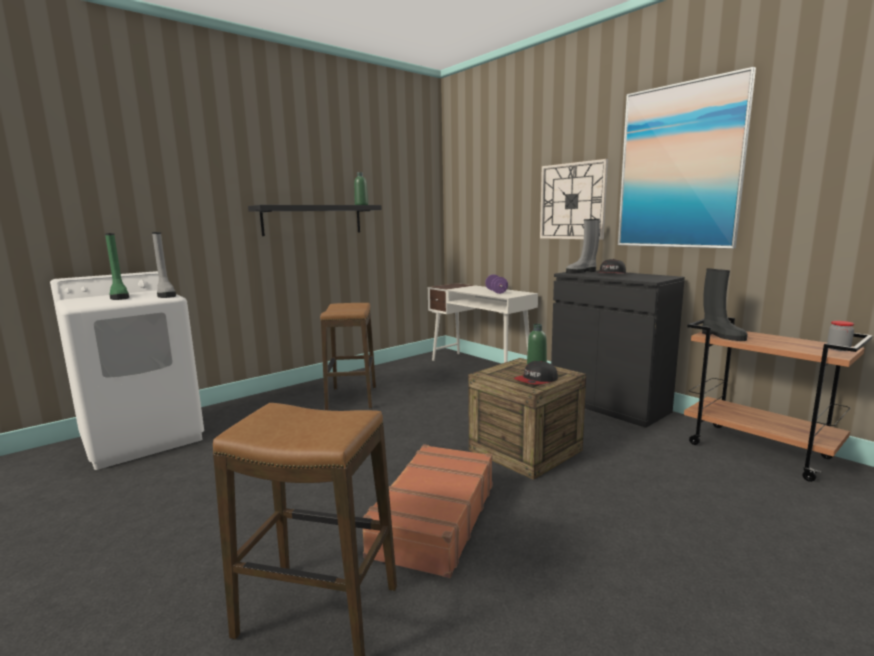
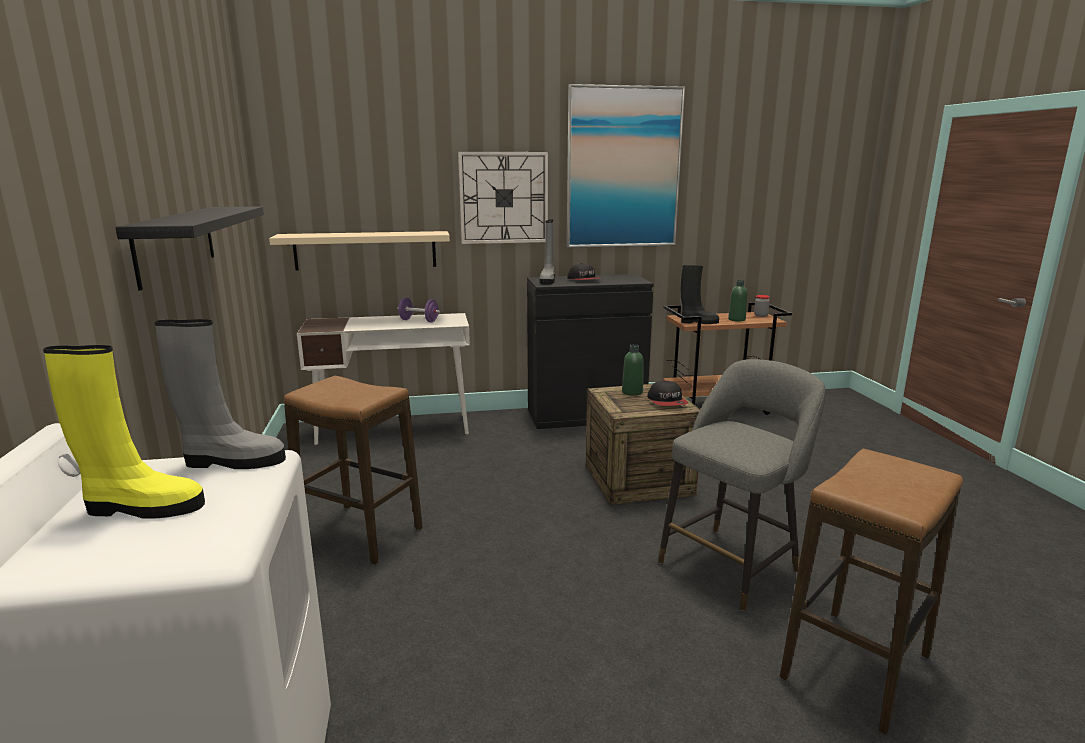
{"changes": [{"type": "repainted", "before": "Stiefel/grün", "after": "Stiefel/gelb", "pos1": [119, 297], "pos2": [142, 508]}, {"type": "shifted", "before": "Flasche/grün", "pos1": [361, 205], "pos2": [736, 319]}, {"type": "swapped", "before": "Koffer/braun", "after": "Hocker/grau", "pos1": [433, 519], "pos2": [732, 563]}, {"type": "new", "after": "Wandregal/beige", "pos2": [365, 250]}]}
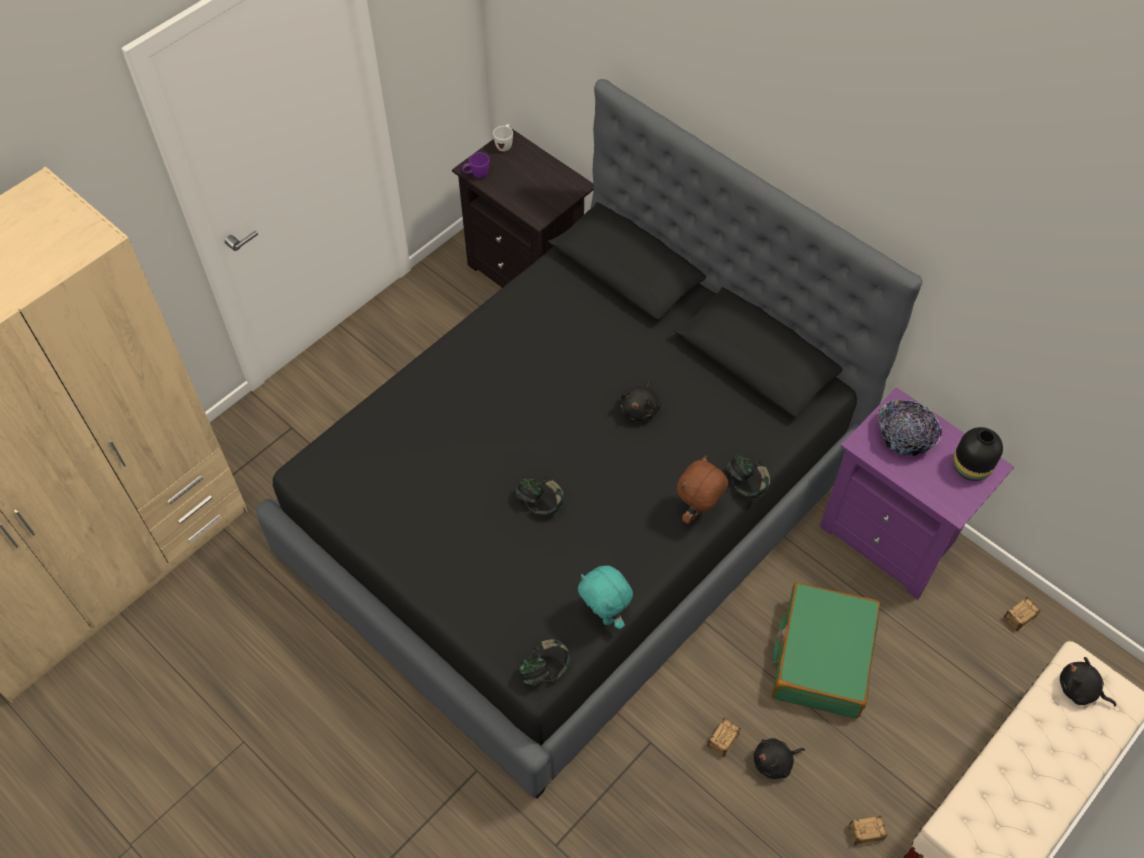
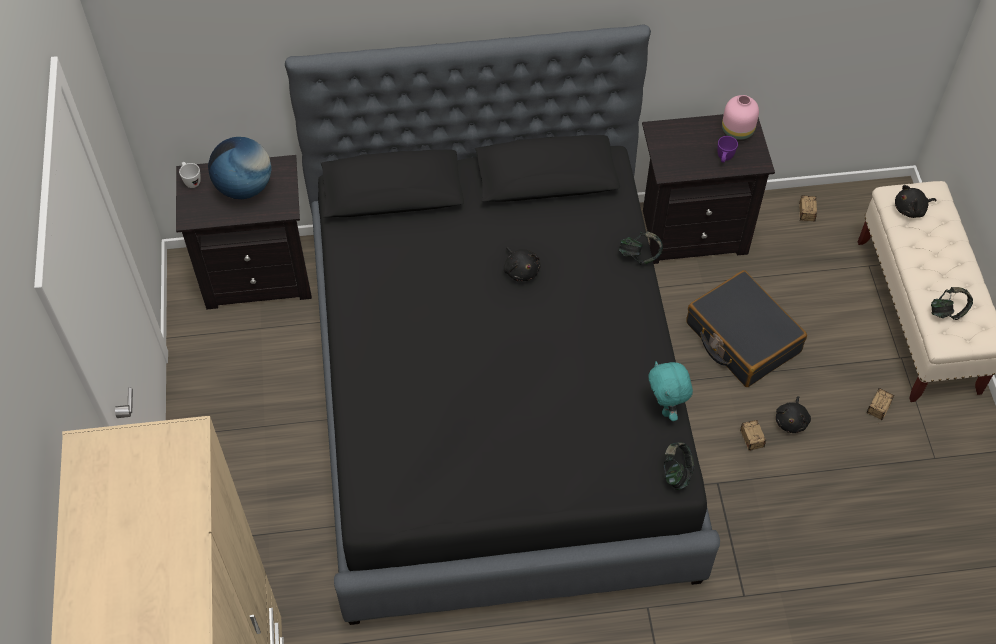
{"changes": [{"type": "shifted", "before": "Henkelbecher/lila", "pos1": [476, 175], "pos2": [724, 159]}, {"type": "shifted", "before": "Kopfhörer", "pos1": [540, 503], "pos2": [947, 311]}, {"type": "rotated", "before": "Plüschtier/türkis", "pos1": [604, 615], "pos2": [665, 408], "turn": 75}, {"type": "gone", "before": "Plüschtier/braun", "pos1": [698, 512]}, {"type": "repainted", "before": "Koffer/grün", "after": "Koffer/schwarz", "pos1": [821, 657], "pos2": [742, 338]}, {"type": "repainted", "before": "Nachttisch/lila", "after": "Nachttisch/schwarz", "pos1": [892, 536], "pos2": [691, 231]}, {"type": "gone", "before": "Schüssel", "pos1": [904, 436]}, {"type": "repainted", "before": "Vase/schwarz", "after": "Vase/rosa", "pos1": [972, 467], "pos2": [737, 131]}, {"type": "new", "after": "Globus", "pos2": [244, 187]}]}
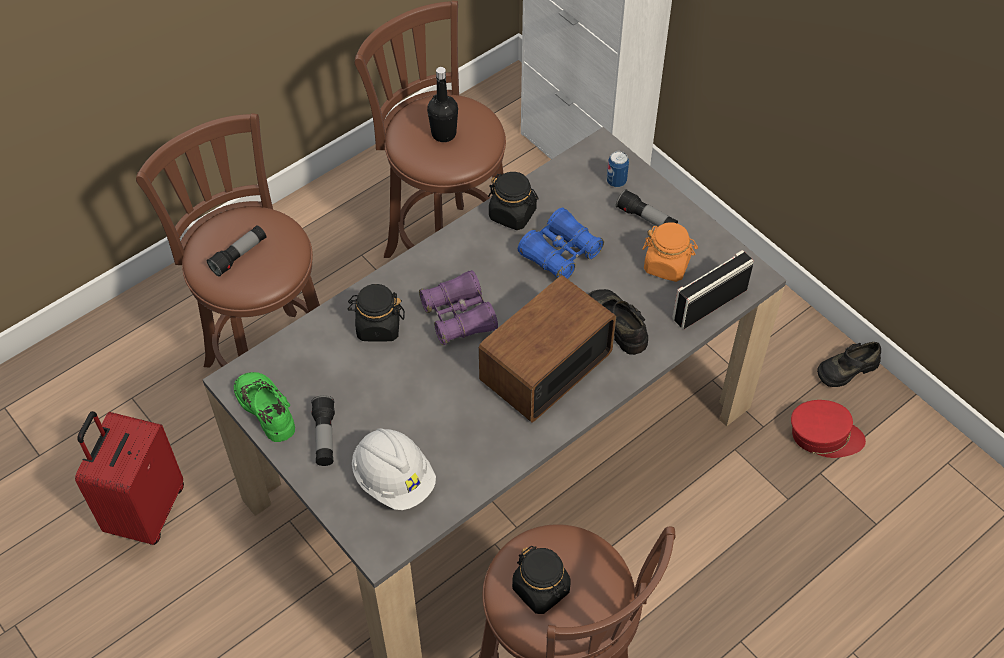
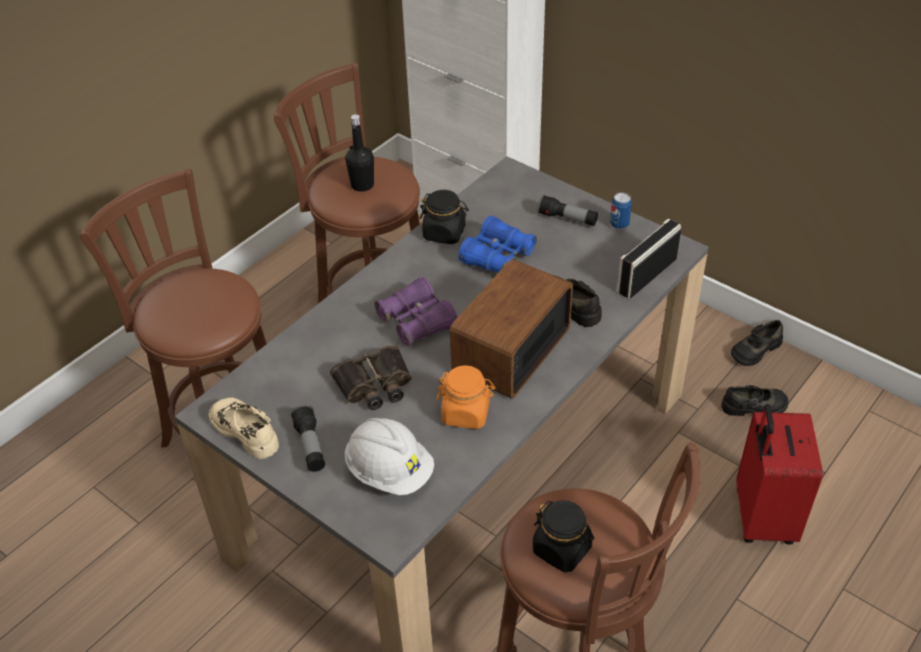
{"changes": [{"type": "shifted", "before": "Koffer/rot", "pos1": [145, 511], "pos2": [761, 517]}, {"type": "gone", "before": "Taschenlampe", "pos1": [239, 256]}, {"type": "repainted", "before": "Schuh/grün", "after": "Schuh/beige", "pos1": [267, 409], "pos2": [246, 431]}, {"type": "gone", "before": "Vorratsglas/schwarz", "pos1": [378, 326]}, {"type": "shifted", "before": "Dose", "pos1": [616, 181], "pos2": [619, 224]}, {"type": "shifted", "before": "Vorratsglas/orange", "pos1": [667, 265], "pos2": [466, 413]}, {"type": "swapped", "before": "Kappe/rot", "after": "Schuh/schwarz", "pos1": [824, 436], "pos2": [754, 407]}, {"type": "new", "after": "Fernglas", "pos2": [374, 385]}]}
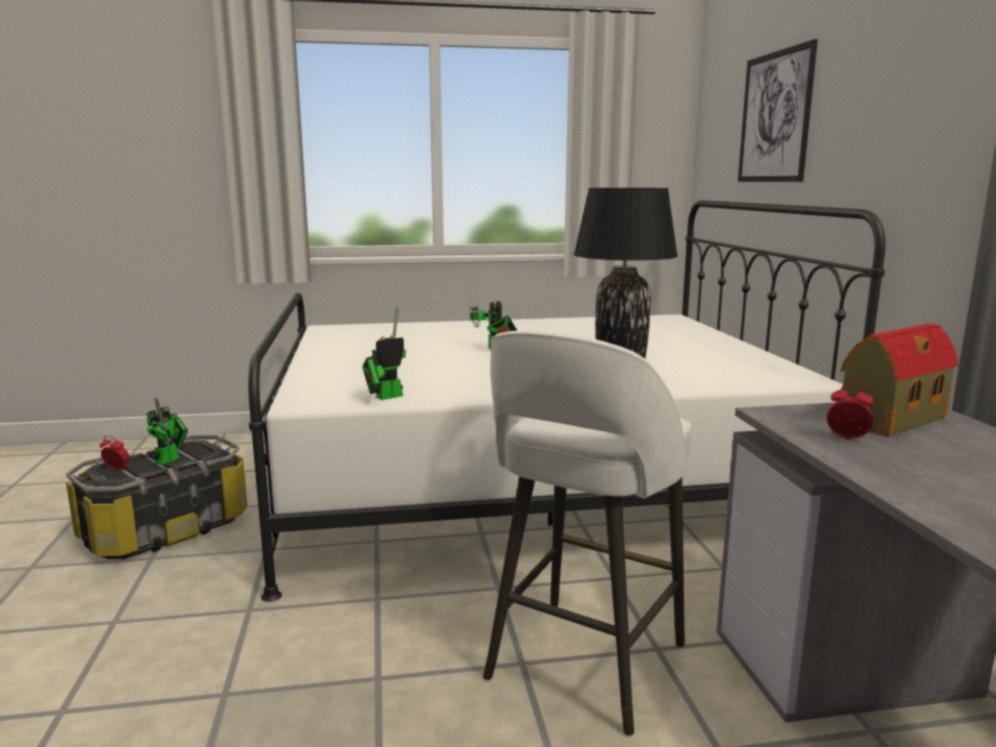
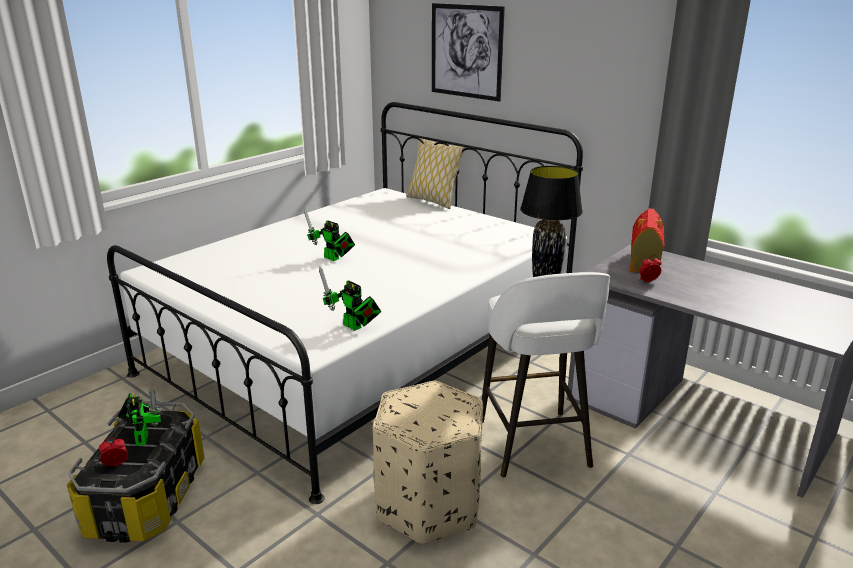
{"changes": [{"type": "rotated", "before": "Spielzeugroboter", "pos1": [385, 397], "pos2": [354, 327], "turn": -60}, {"type": "new", "after": "Polsterhocker/beige", "pos2": [429, 504]}, {"type": "new", "after": "Kissen", "pos2": [433, 201]}]}
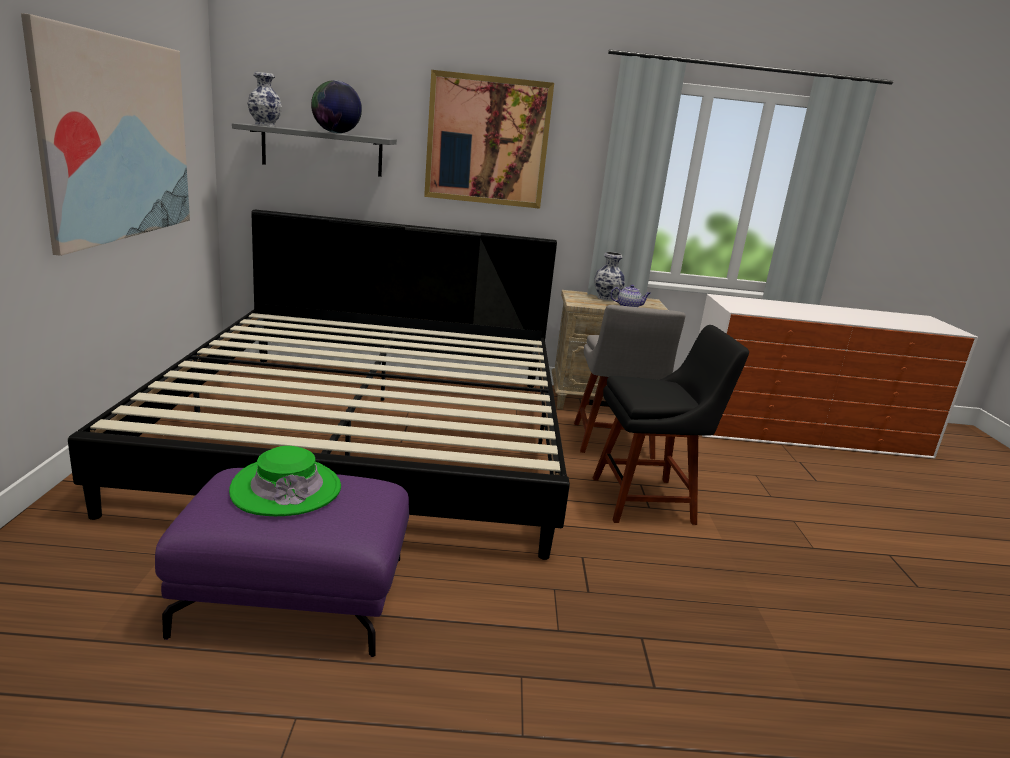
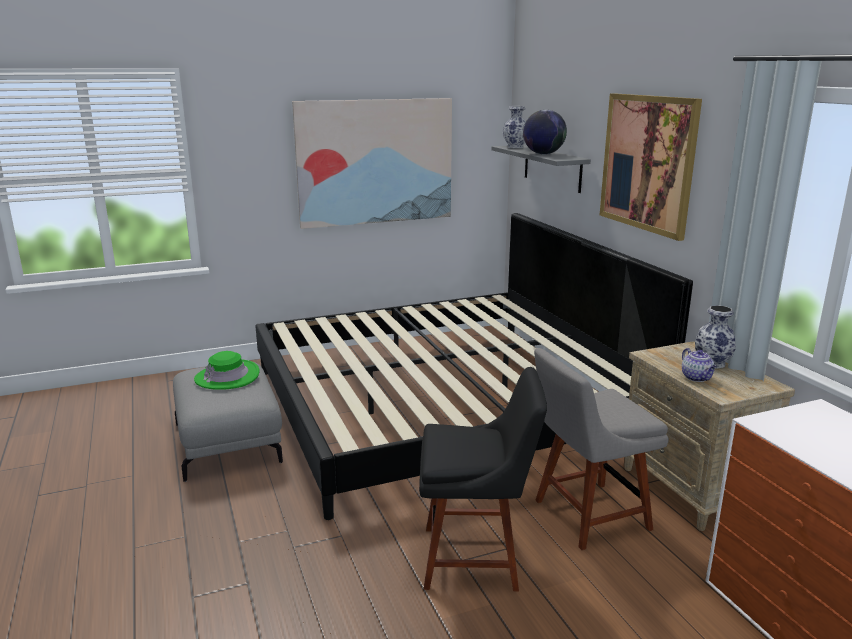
{"changes": [{"type": "repainted", "before": "Polsterhocker/lila", "after": "Polsterhocker/grau", "pos1": [296, 593], "pos2": [229, 443]}, {"type": "rotated", "before": "Stuhl/schwarz", "pos1": [648, 500], "pos2": [476, 558], "turn": -60}]}
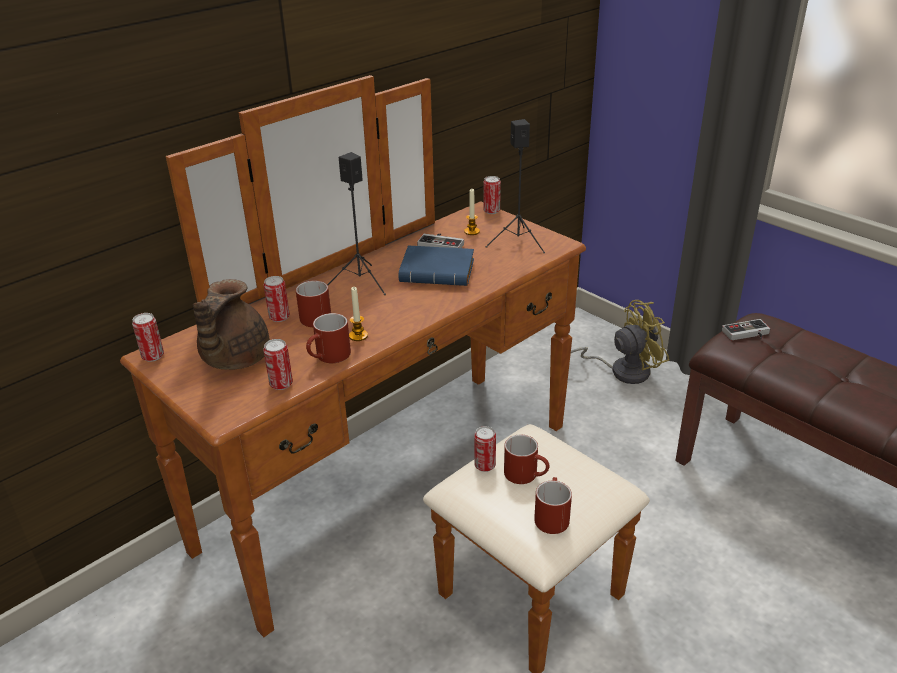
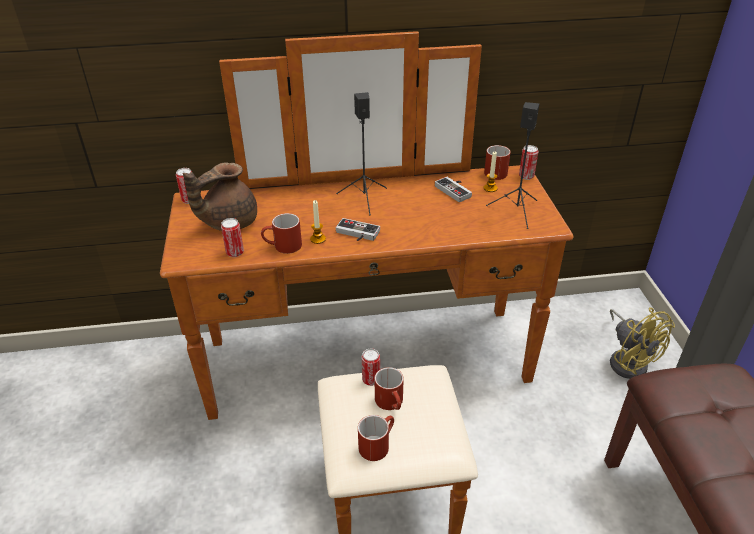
{"changes": [{"type": "gone", "before": "Dose", "pos1": [279, 317]}, {"type": "shifted", "before": "Henkelbecher/rot", "pos1": [315, 315], "pos2": [496, 171]}, {"type": "gone", "before": "Buch/blau", "pos1": [439, 272]}, {"type": "rotated", "before": "Ventilator/gelb", "pos1": [621, 371], "pos2": [628, 360], "turn": 45}, {"type": "shifted", "before": "Gamepad", "pos1": [747, 334], "pos2": [356, 234]}]}
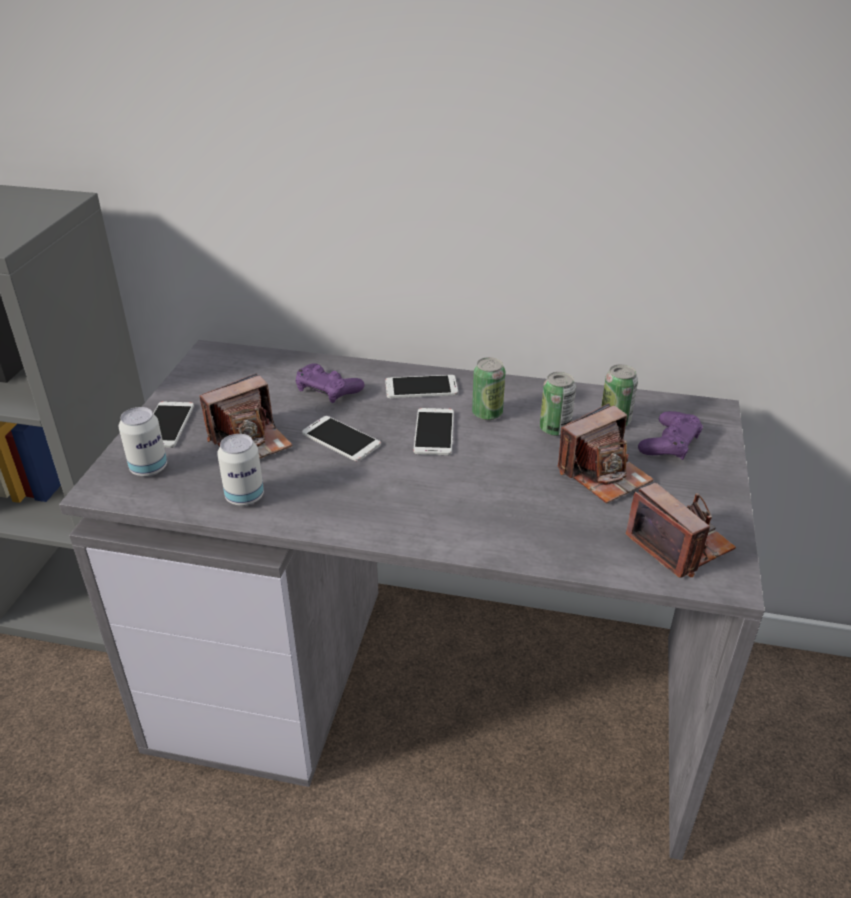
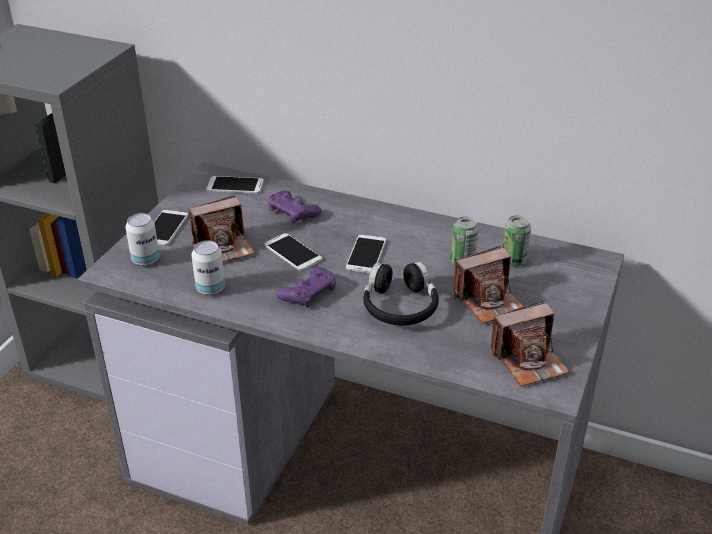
{"changes": [{"type": "shifted", "before": "Handy", "pos1": [421, 387], "pos2": [235, 185]}, {"type": "gone", "before": "Dose", "pos1": [487, 413]}, {"type": "rotated", "before": "Kamera", "pos1": [679, 544], "pos2": [529, 361], "turn": 90}, {"type": "shifted", "before": "Gamepad/lila", "pos1": [670, 443], "pos2": [308, 293]}, {"type": "new", "after": "Kopfhörer/schwarz", "pos2": [399, 306]}]}
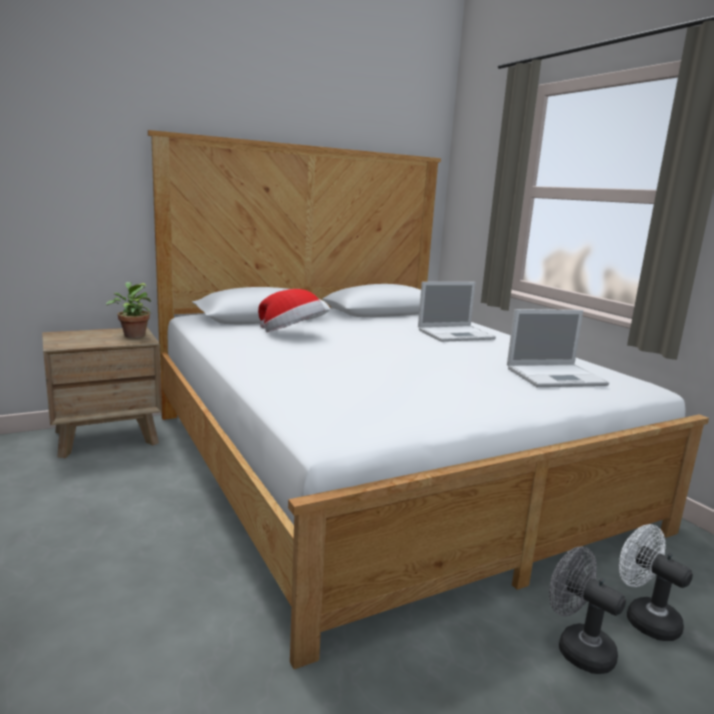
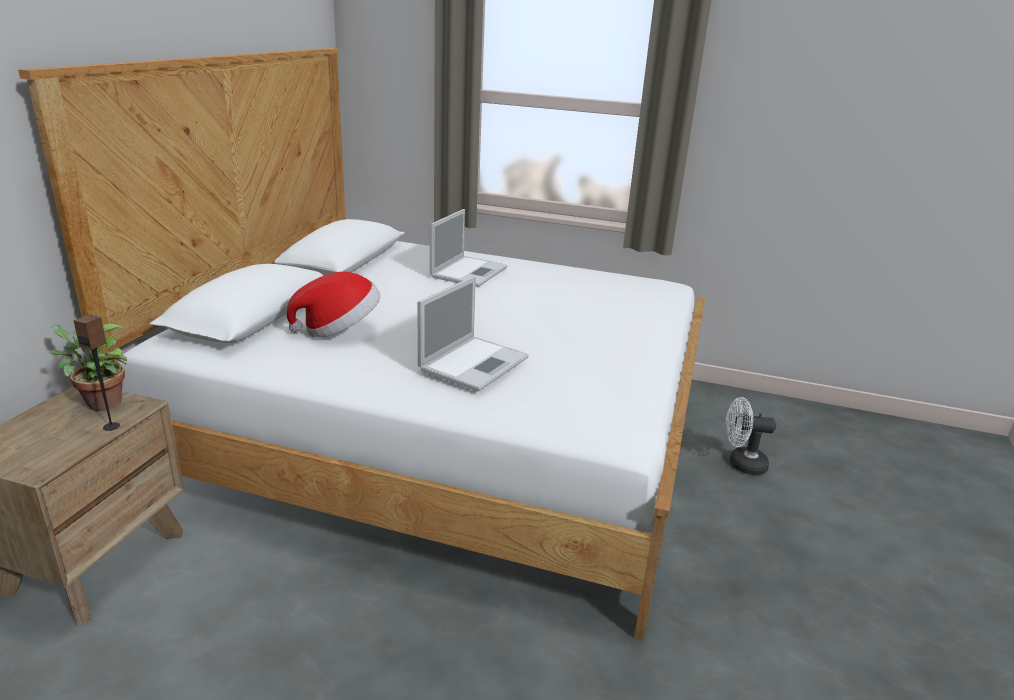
{"changes": [{"type": "shifted", "before": "Laptop", "pos1": [557, 376], "pos2": [475, 363]}, {"type": "gone", "before": "Ventilator/grau", "pos1": [577, 648]}, {"type": "new", "after": "Lautsprecher", "pos2": [112, 426]}]}
